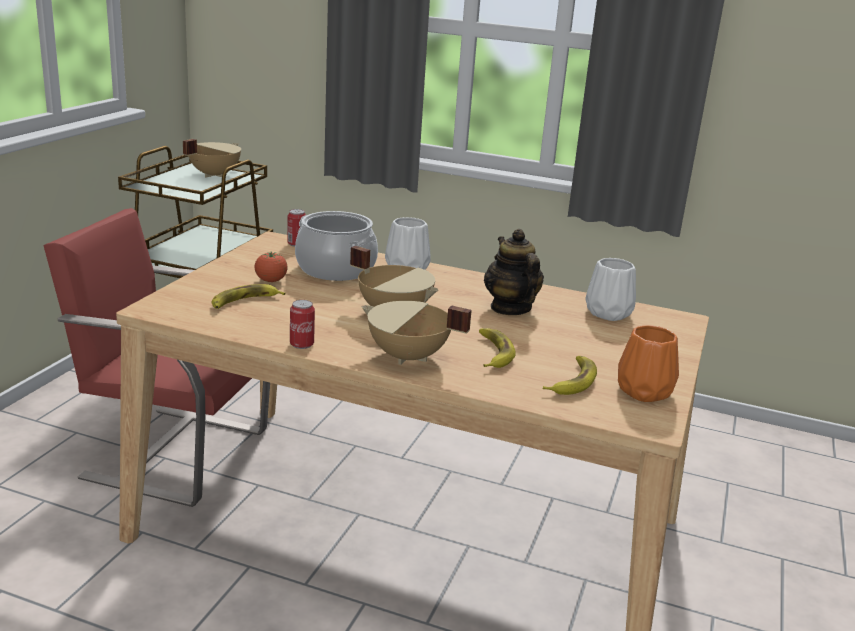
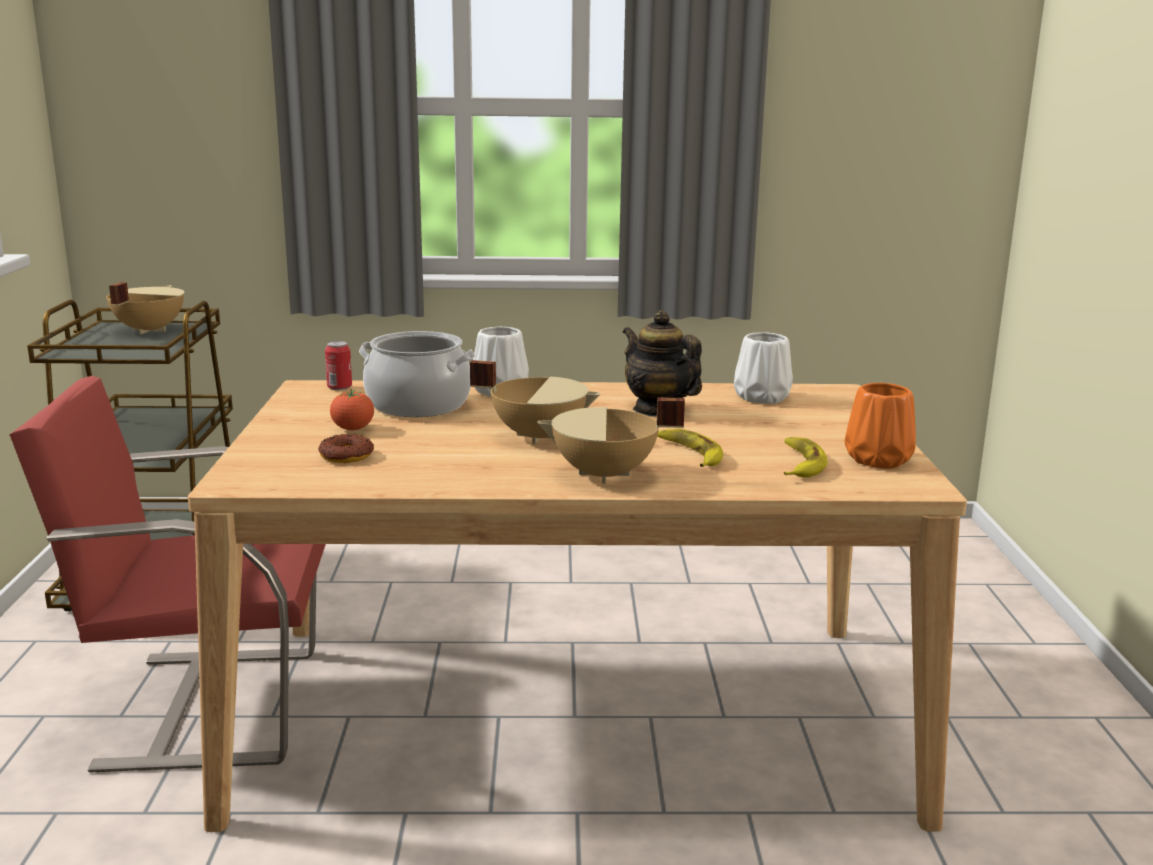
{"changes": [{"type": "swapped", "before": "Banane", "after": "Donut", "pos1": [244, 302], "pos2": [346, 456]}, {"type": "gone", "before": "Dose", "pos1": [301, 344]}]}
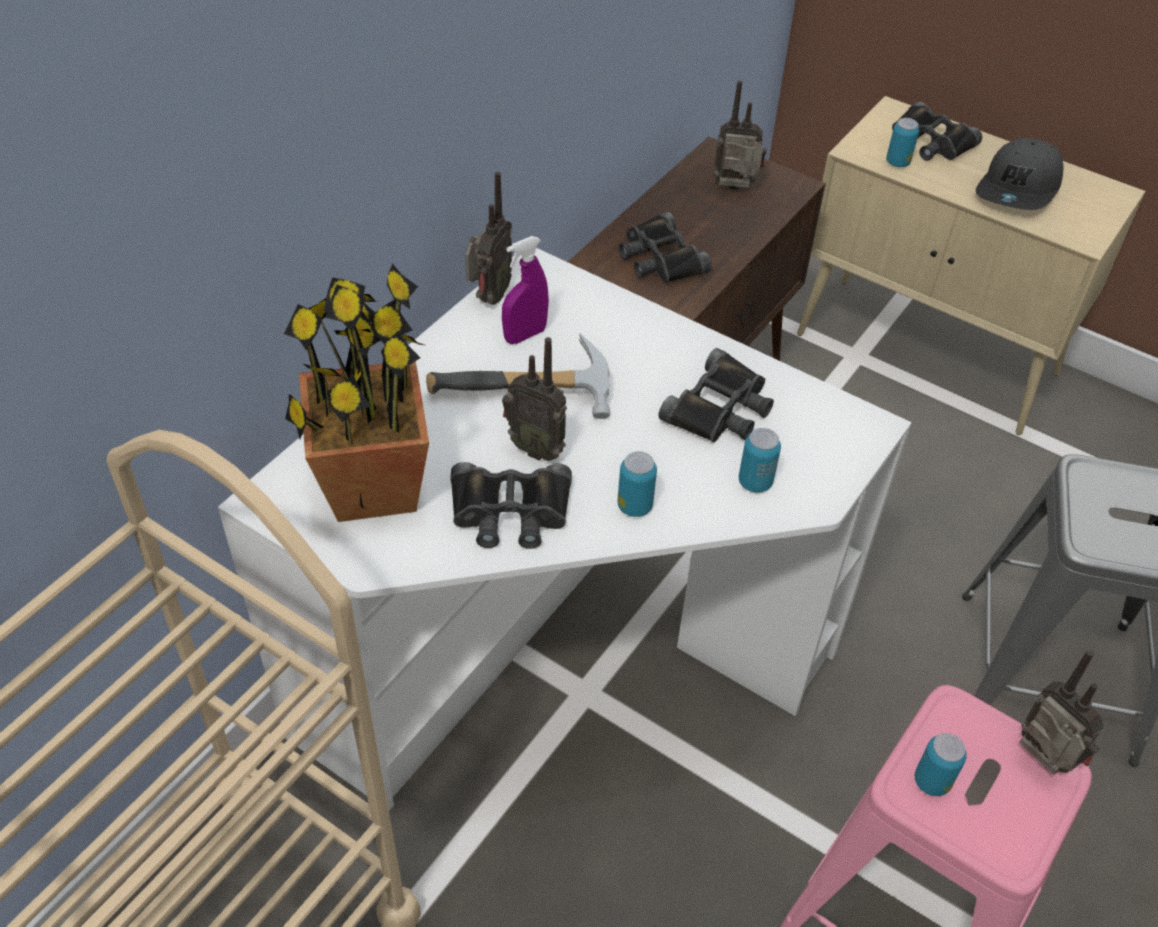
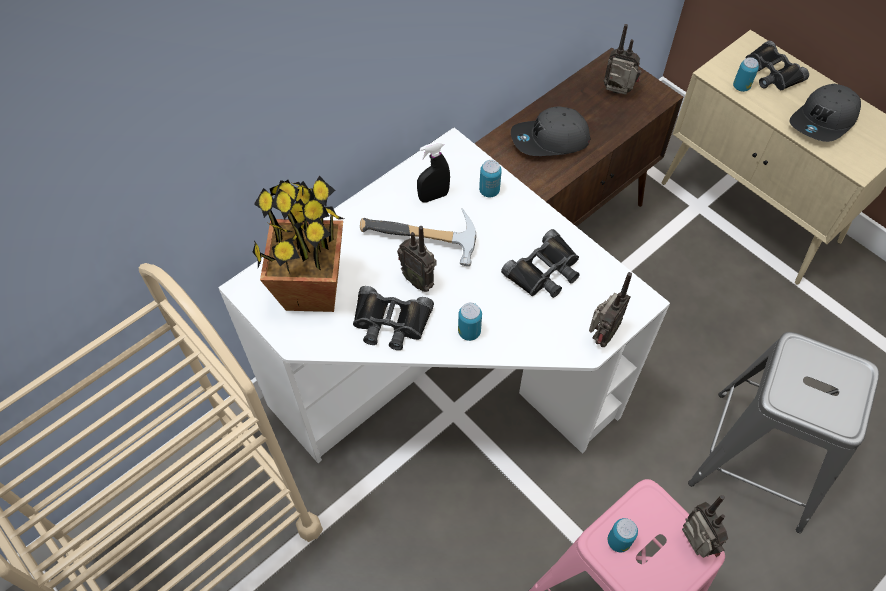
{"changes": [{"type": "shifted", "before": "Radio", "pos1": [488, 298], "pos2": [601, 336]}, {"type": "repainted", "before": "Sprühflasche/lila", "after": "Sprühflasche/schwarz", "pos1": [525, 335], "pos2": [433, 196]}, {"type": "swapped", "before": "Fernglas/schwarz", "after": "Kappe/grau", "pos1": [660, 258], "pos2": [549, 140]}, {"type": "shifted", "before": "Dose", "pos1": [755, 482], "pos2": [489, 191]}]}
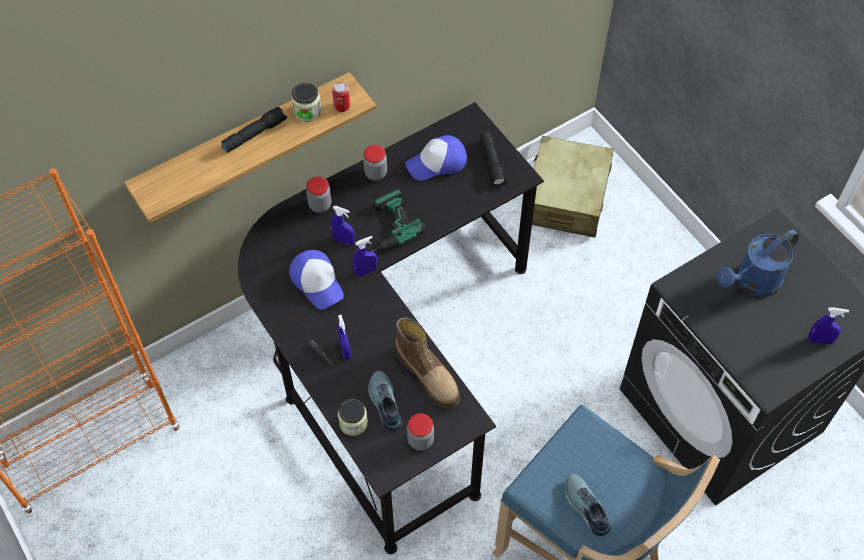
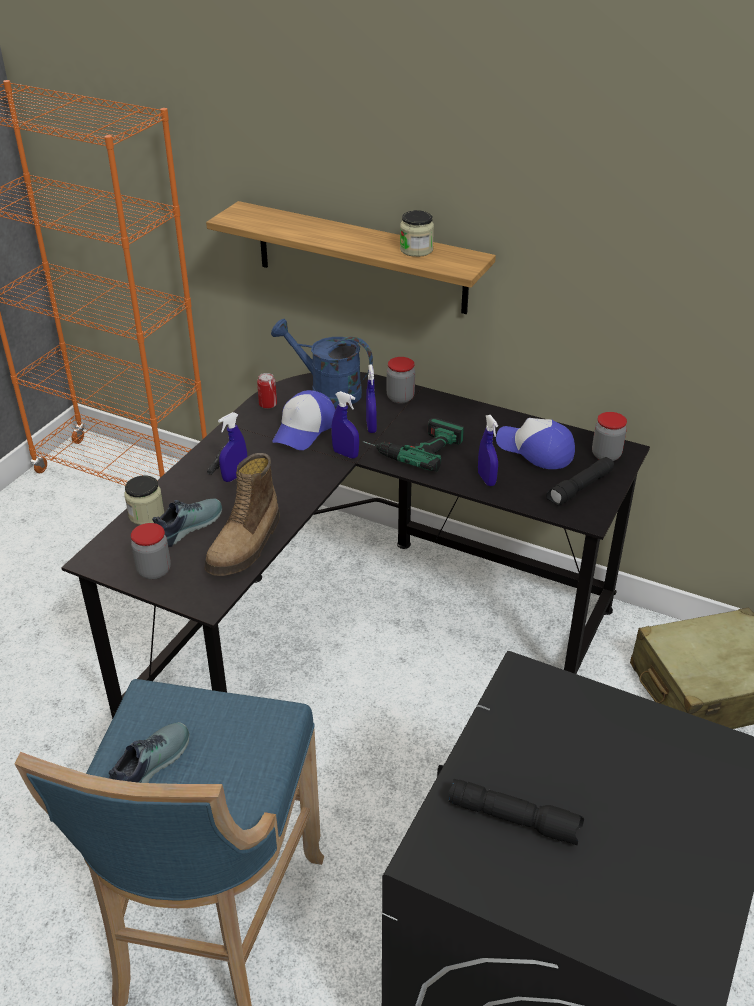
{"changes": [{"type": "shifted", "before": "Taschenlampe/schwarz", "pos1": [254, 133], "pos2": [515, 818]}, {"type": "shifted", "before": "Dose", "pos1": [342, 106], "pos2": [268, 405]}, {"type": "shifted", "before": "Vorratsglas", "pos1": [375, 173], "pos2": [606, 455]}, {"type": "shifted", "before": "Gießkanne/blau", "pos1": [752, 283], "pos2": [327, 391]}, {"type": "shifted", "before": "Sprühflasche/blau", "pos1": [820, 340], "pos2": [486, 479]}]}
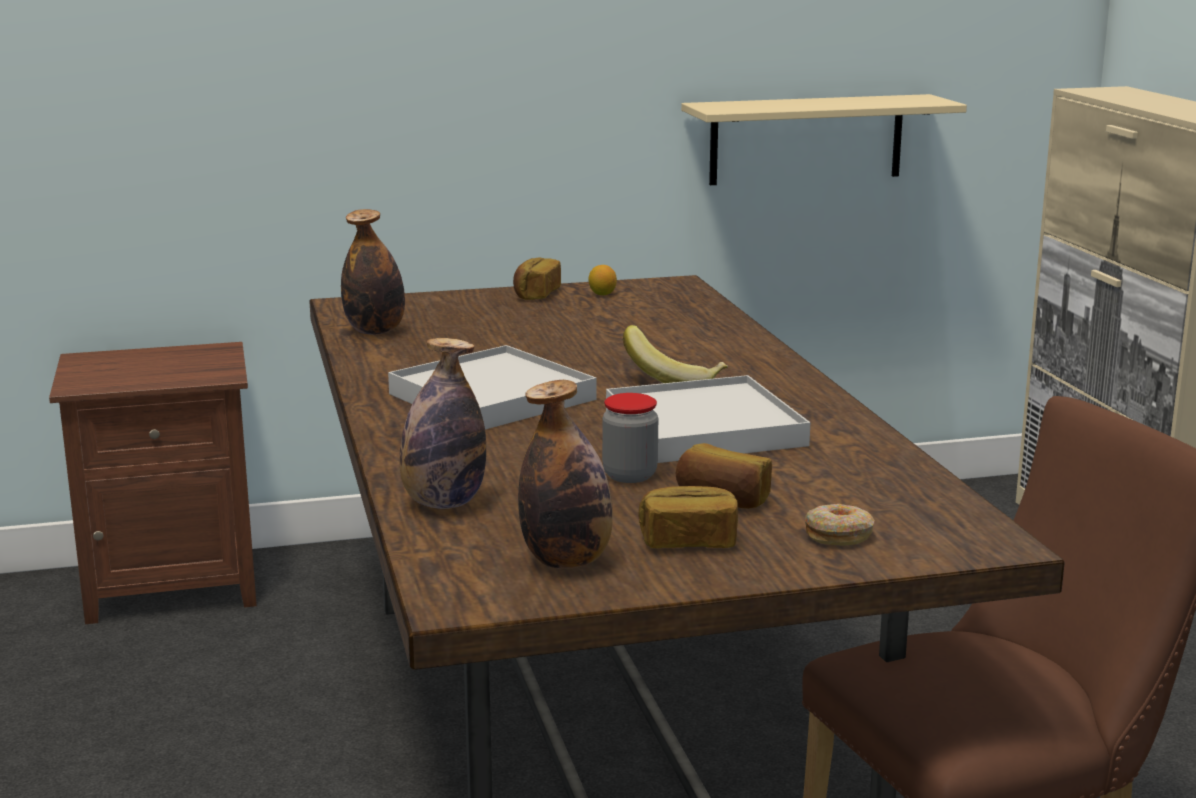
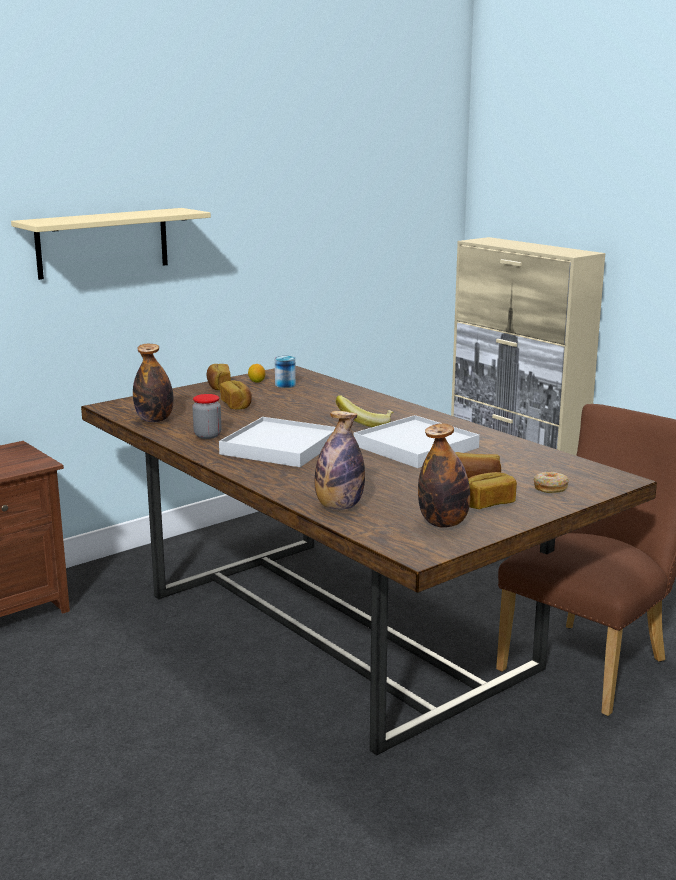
{"changes": [{"type": "shifted", "before": "Vorratsglas", "pos1": [630, 475], "pos2": [207, 435]}, {"type": "shifted", "before": "Wandregal/beige", "pos1": [806, 139], "pos2": [103, 243]}, {"type": "new", "after": "Brot", "pos2": [237, 405]}, {"type": "new", "after": "Dose", "pos2": [285, 385]}]}
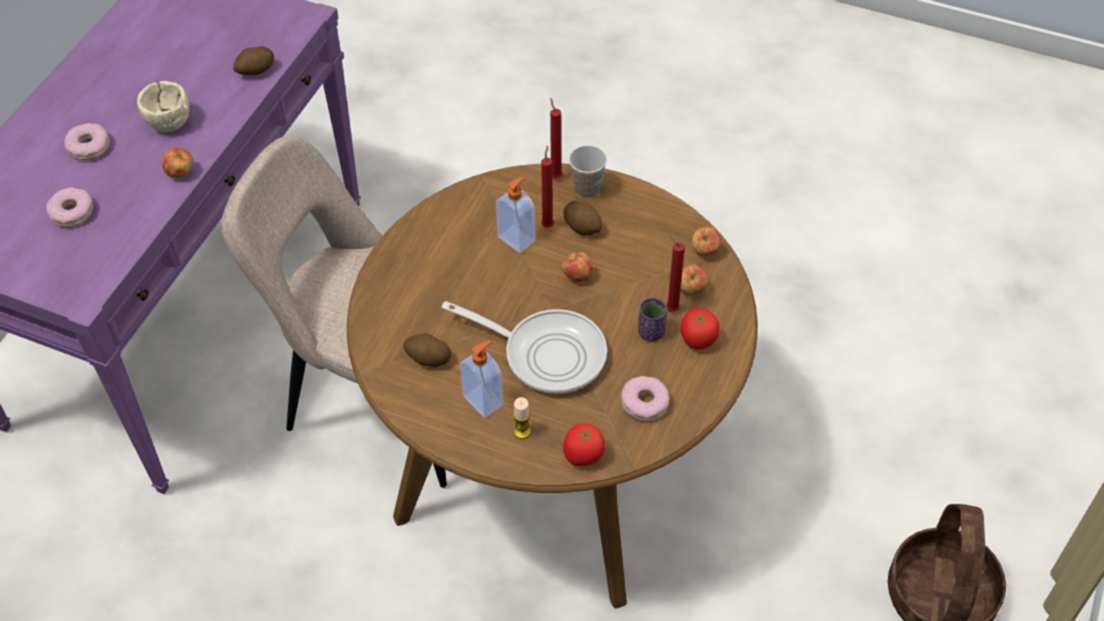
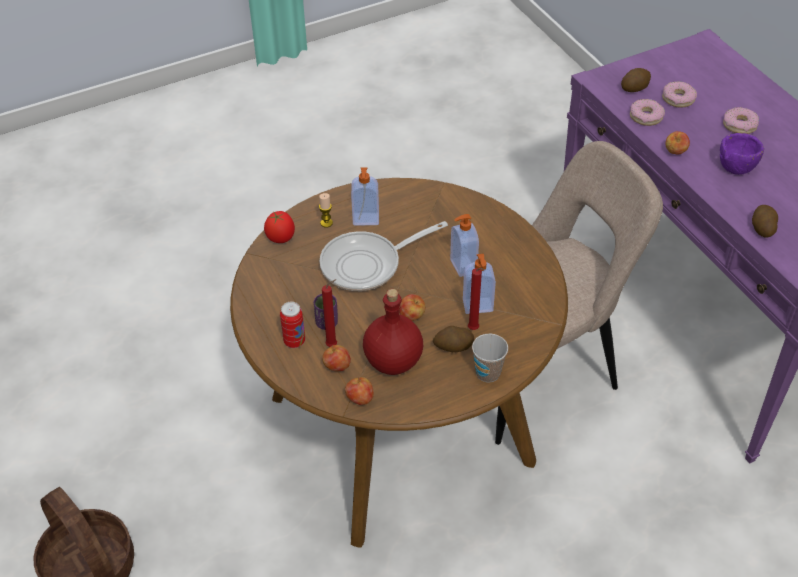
{"changes": [{"type": "repainted", "before": "Schüssel/beige", "after": "Schüssel/lila", "pos1": [168, 121], "pos2": [736, 166]}, {"type": "shifted", "before": "Kartoffel", "pos1": [428, 358], "pos2": [634, 88]}, {"type": "gone", "before": "Kerze/rot", "pos1": [555, 176]}, {"type": "shifted", "before": "Donut", "pos1": [644, 403], "pos2": [646, 117]}, {"type": "swapped", "before": "Tomate", "after": "Dose", "pos1": [697, 340], "pos2": [294, 341]}, {"type": "new", "after": "Flasche/rot", "pos2": [394, 361]}, {"type": "new", "after": "Seifenspender", "pos2": [462, 266]}]}
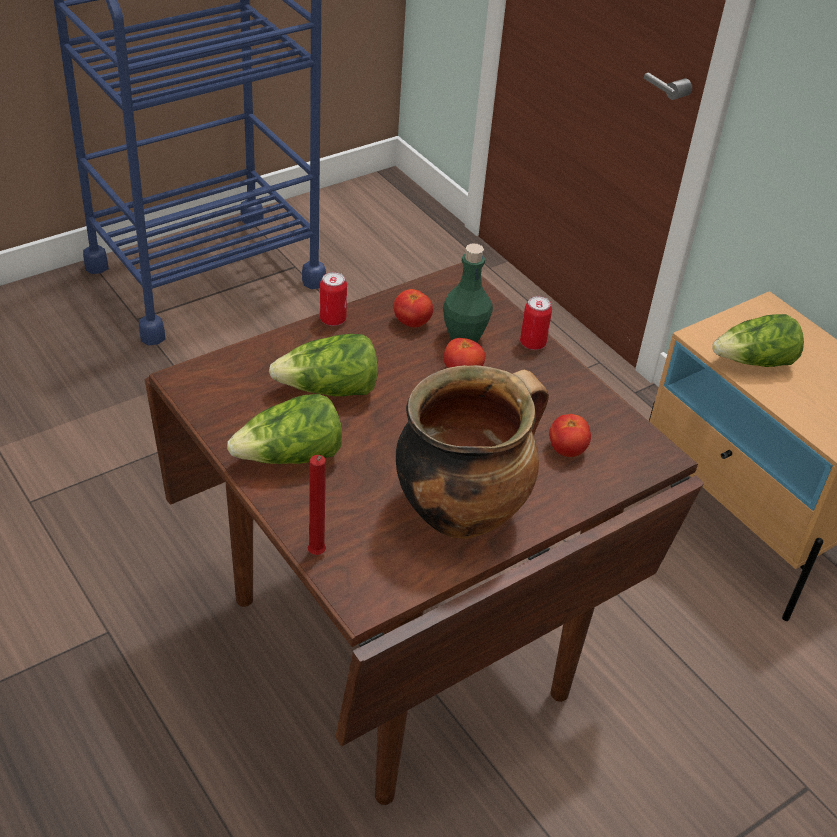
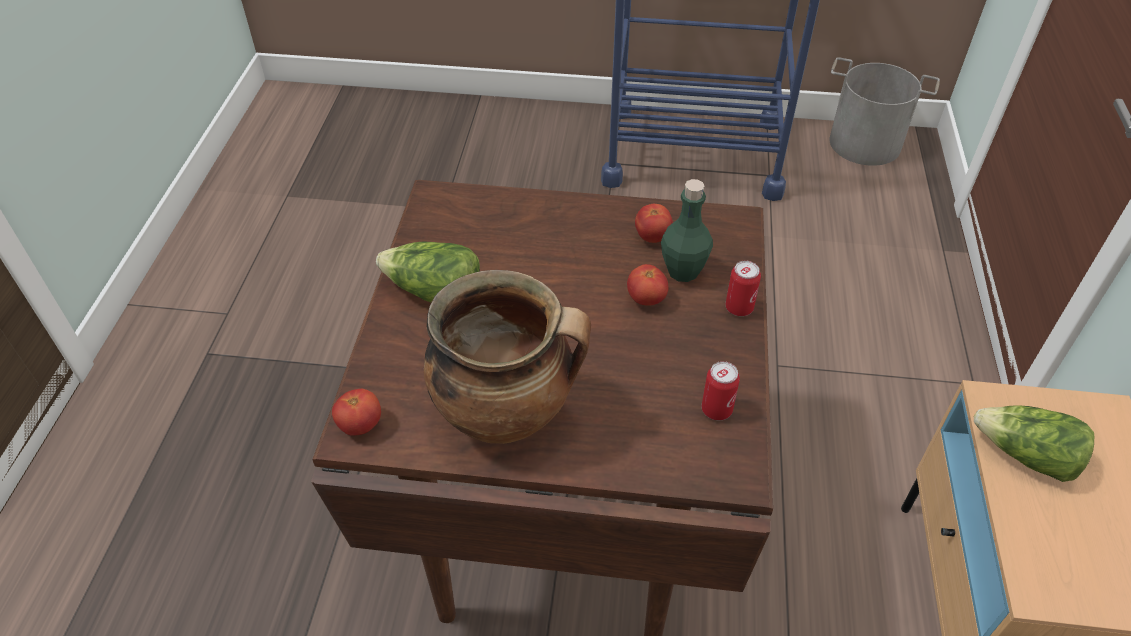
{"changes": [{"type": "gone", "before": "Salatkopf", "pos1": [329, 390]}, {"type": "gone", "before": "Kerze/rot", "pos1": [316, 555]}, {"type": "shifted", "before": "Dose", "pos1": [332, 319], "pos2": [716, 409]}, {"type": "shifted", "before": "Tomate", "pos1": [567, 450], "pos2": [360, 425]}, {"type": "new", "after": "Eimer/grau", "pos2": [865, 142]}]}
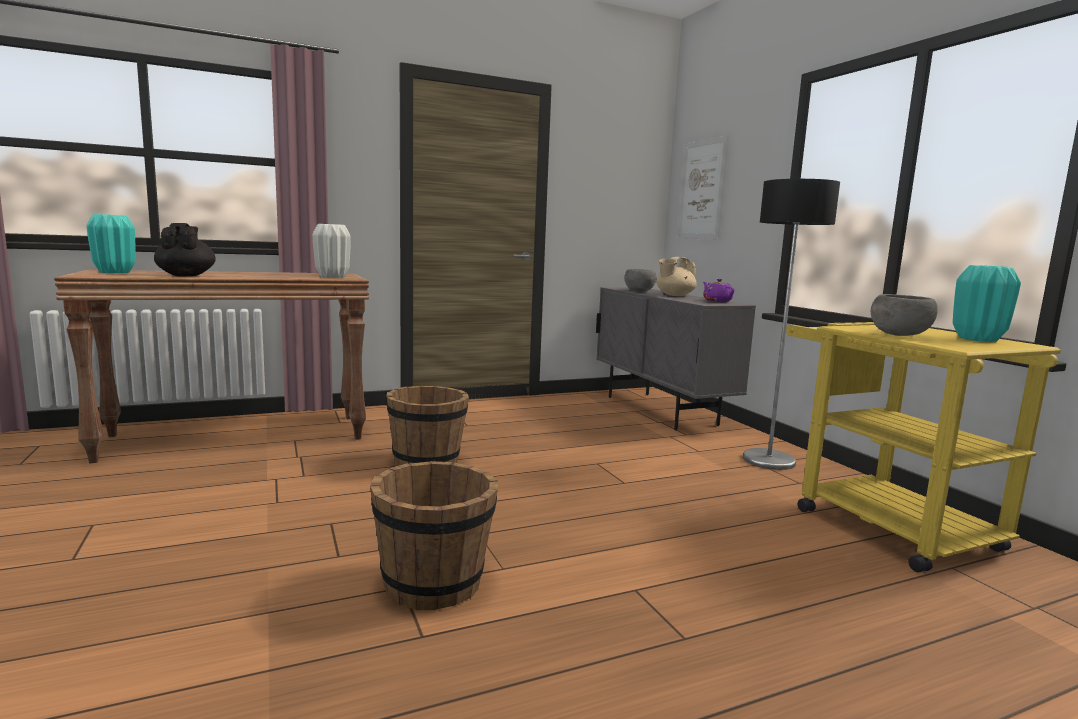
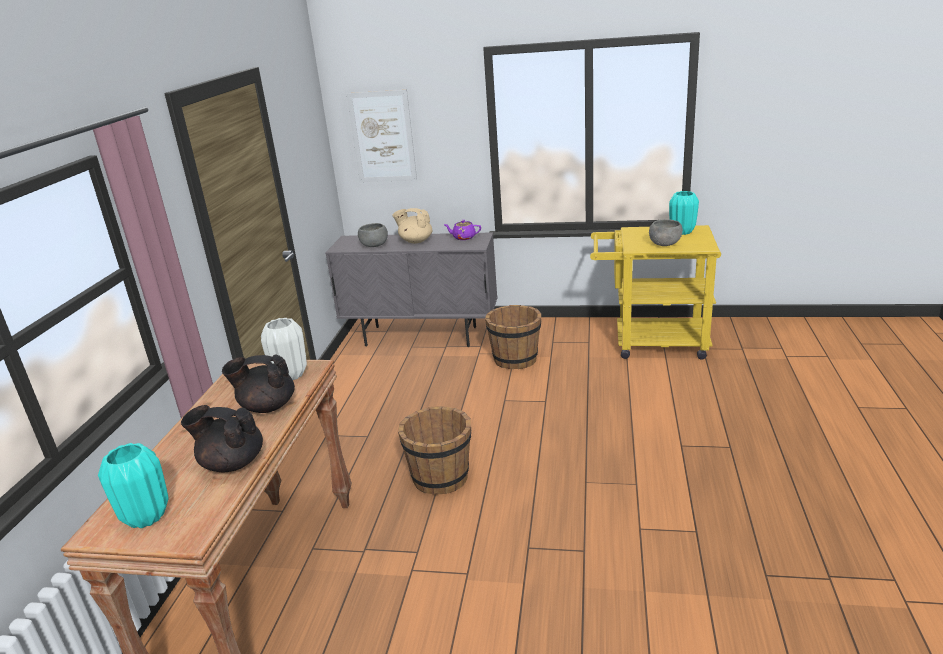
{"changes": [{"type": "shifted", "before": "Eimer/braun", "pos1": [434, 583], "pos2": [515, 359]}, {"type": "rotated", "before": "Teekanne/beige", "pos1": [674, 295], "pos2": [415, 241], "turn": 105}, {"type": "gone", "before": "Stehlampe", "pos1": [769, 460]}, {"type": "new", "after": "Teekanne/schwarz", "pos2": [267, 406]}]}
